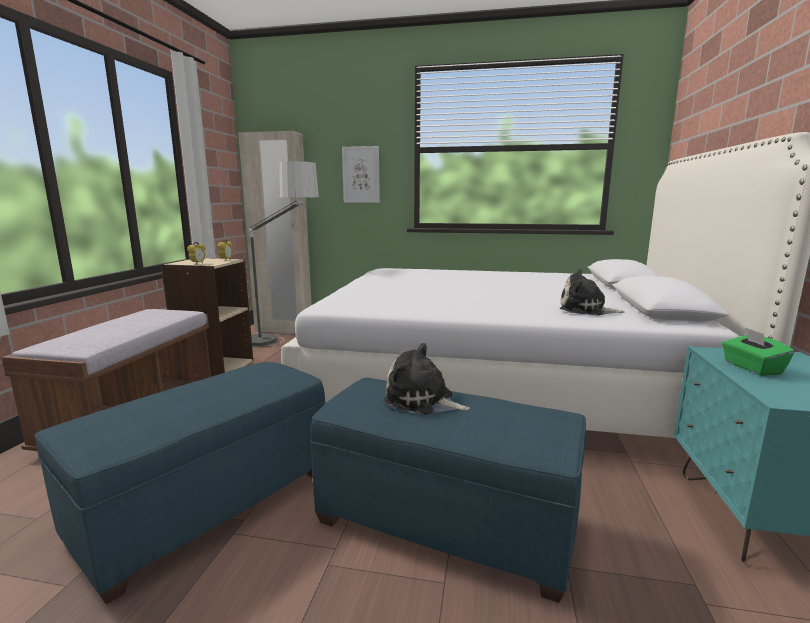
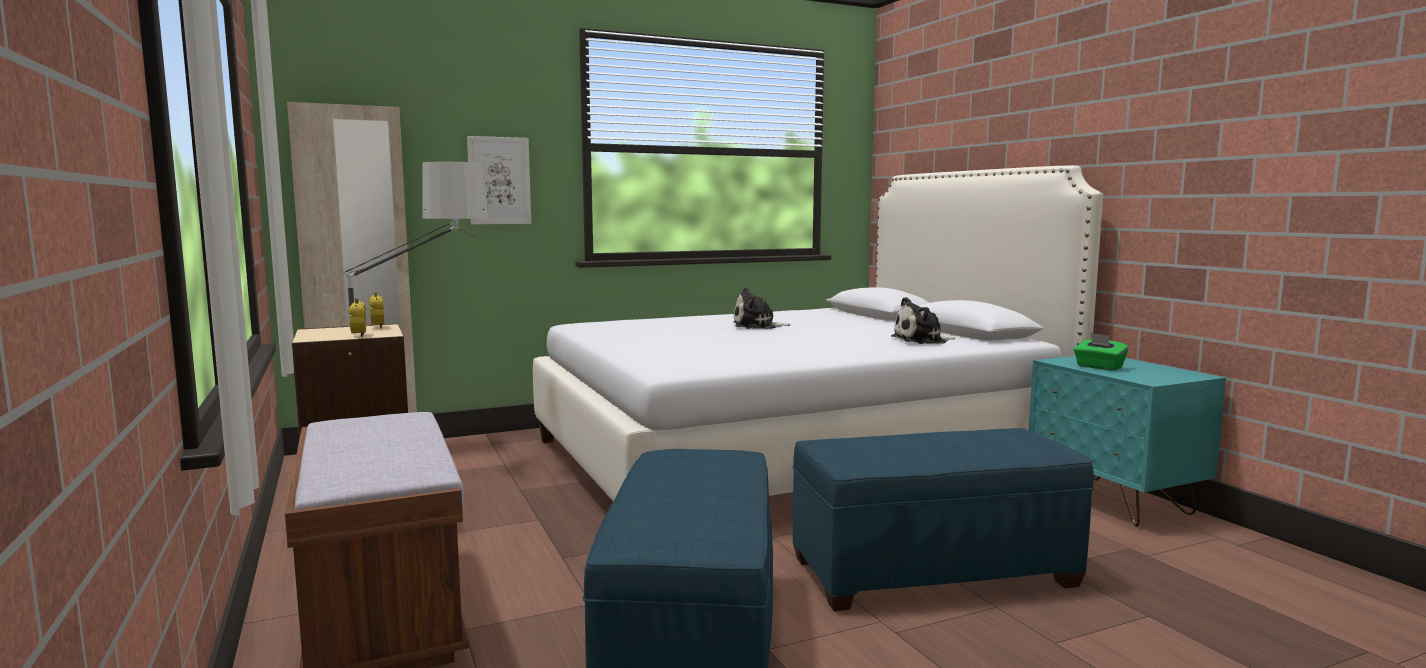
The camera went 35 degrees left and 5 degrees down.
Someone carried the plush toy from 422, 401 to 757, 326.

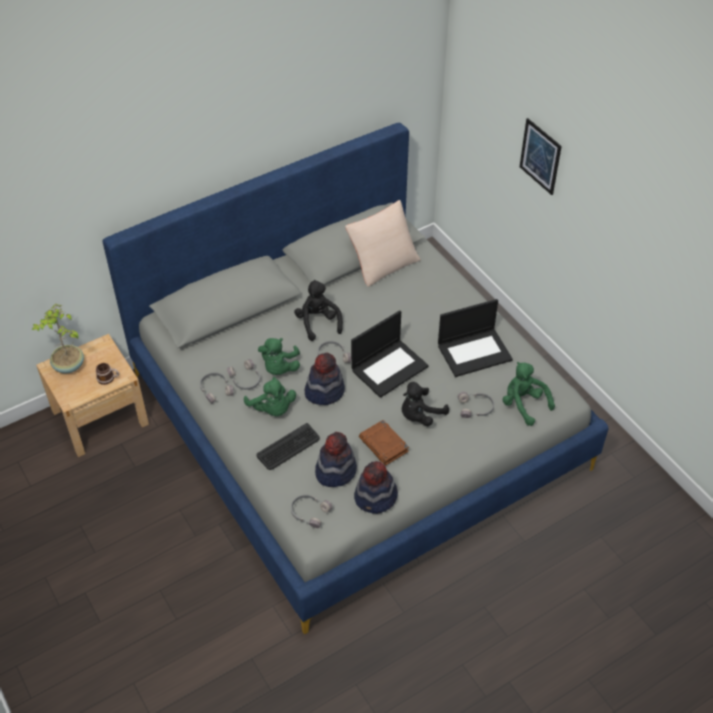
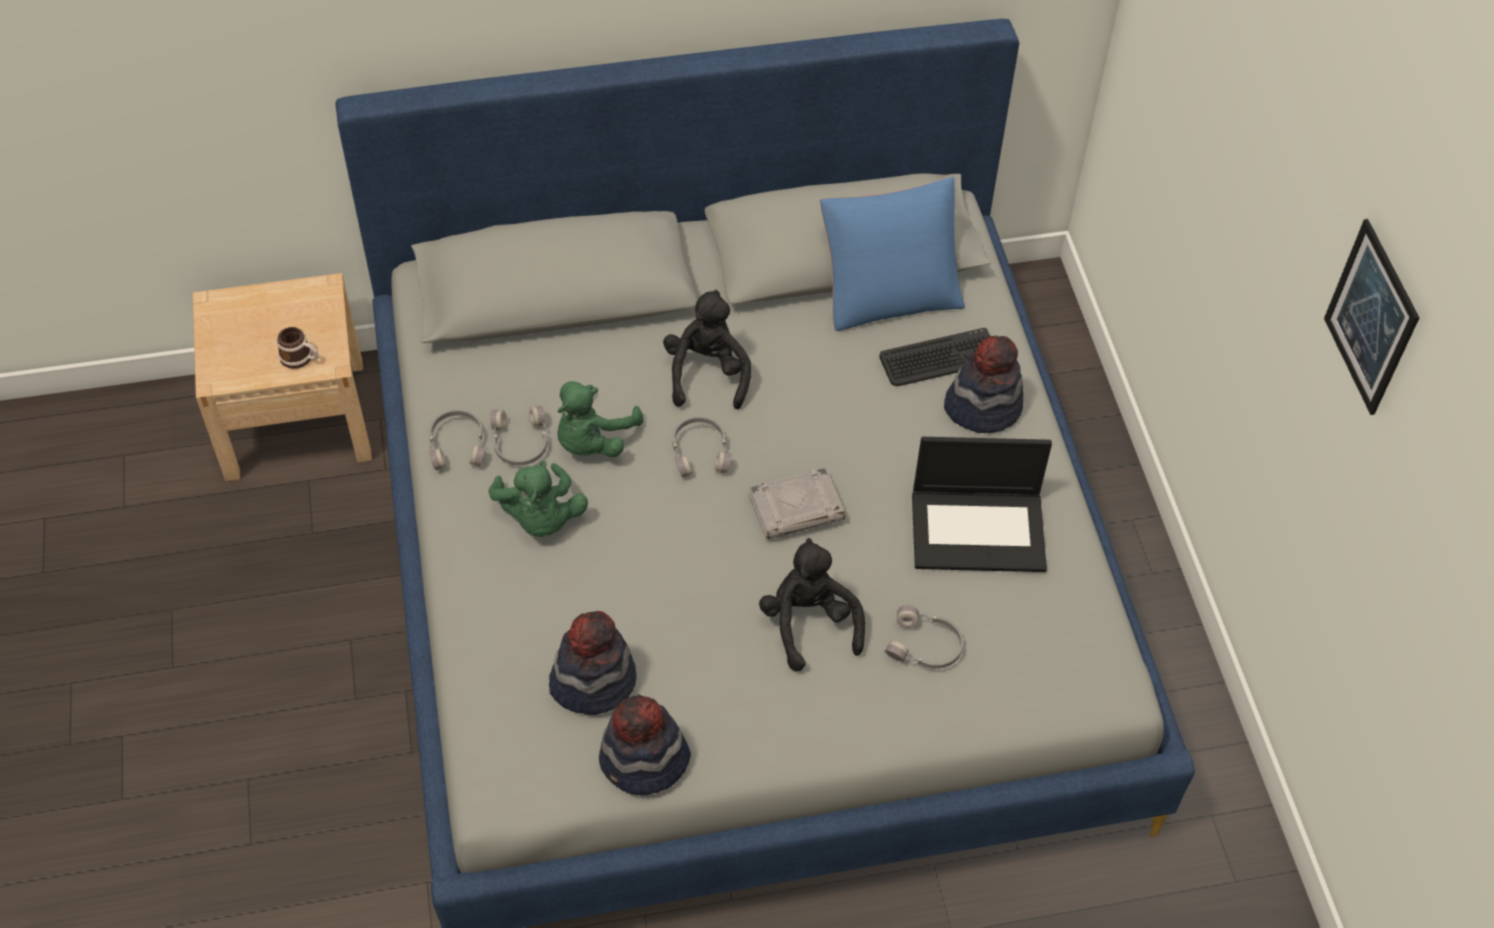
The camera went 20 degrees right and 5 degrees up.
Someone swapped the laptop at 389, 367 for the grey book at 797, 507.
Someone rotated the black plush toy at 420, 415 by 90 degrees clockwise.
Someone repainted the beige pillow at 383, 263, which became the blue pillow at 889, 291.
Someone carried the keyboard from 288, 447 to 939, 359.
Someone carried the hat from 324, 391 to 983, 406.
Someone carried the picture from 540, 156 to 1371, 317.
Someone took away the potted plant at 68, 366.
Someone took away the grey headphones at 309, 512.
Someone took away the brown book at 384, 445.
Someone took away the green plush toy at 523, 404.

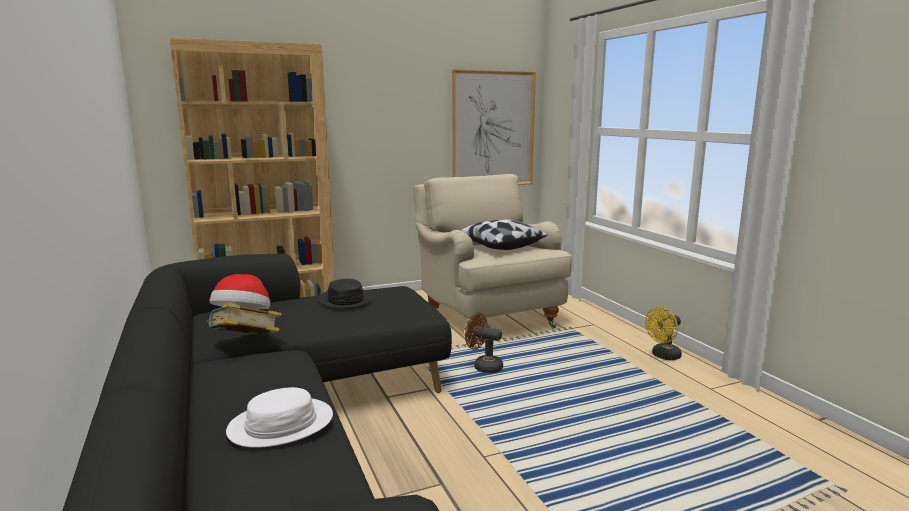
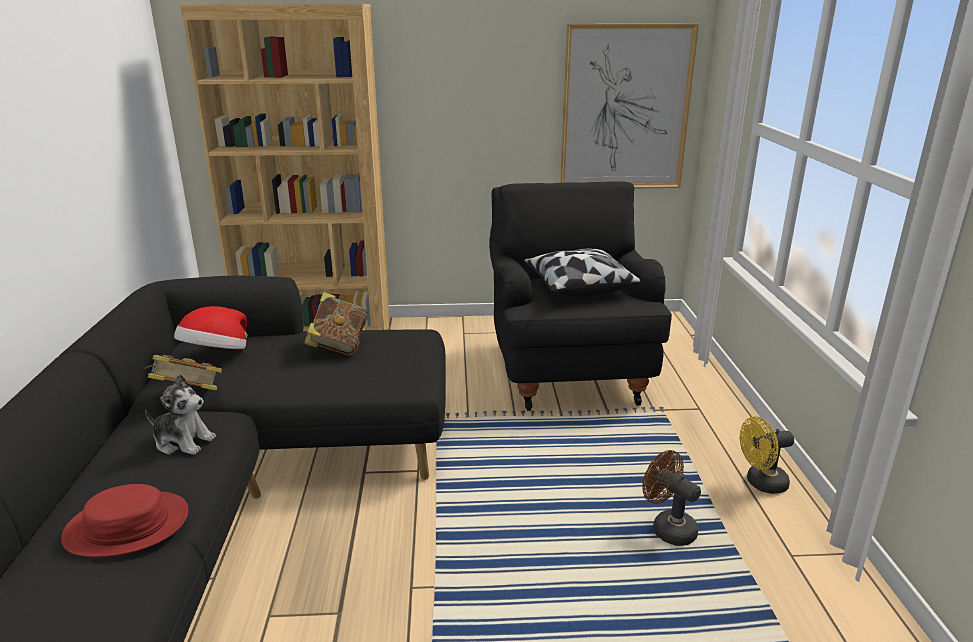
The camera went 20 degrees right and 10 degrees up.
Someone repainted the white hat at 281, 424, which became the red hat at 127, 526.
Someone put down the plush toy at 183, 441.
Someone swapped the black hat at 345, 300 for the book at 338, 346.
Someone repainted the beige armchair at 487, 314, which became the black armchair at 567, 366.
Someone carried the brown fan from 483, 366 to 668, 527.

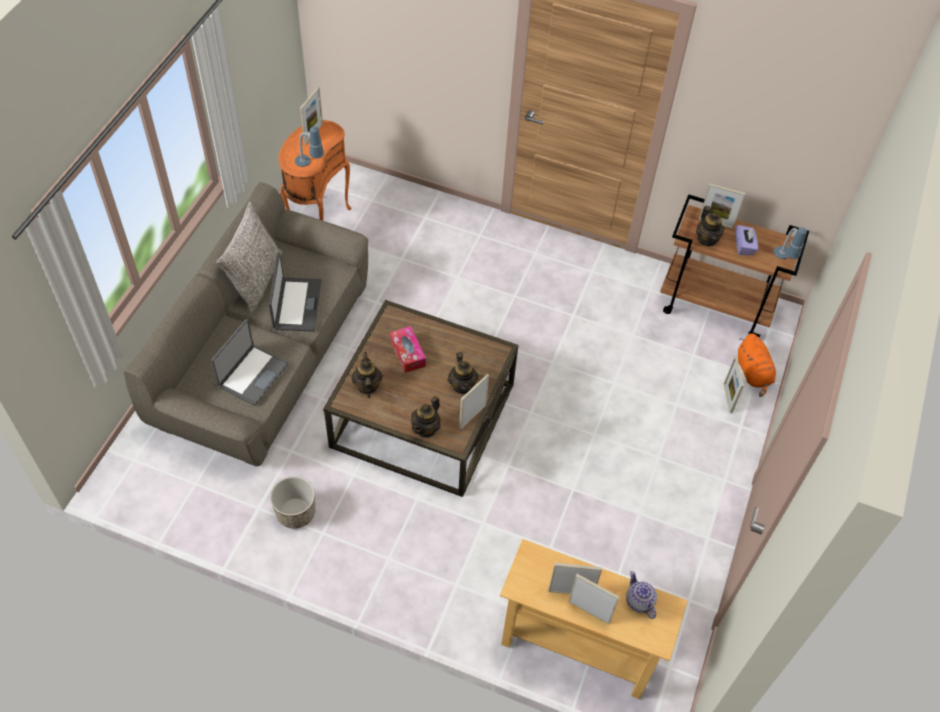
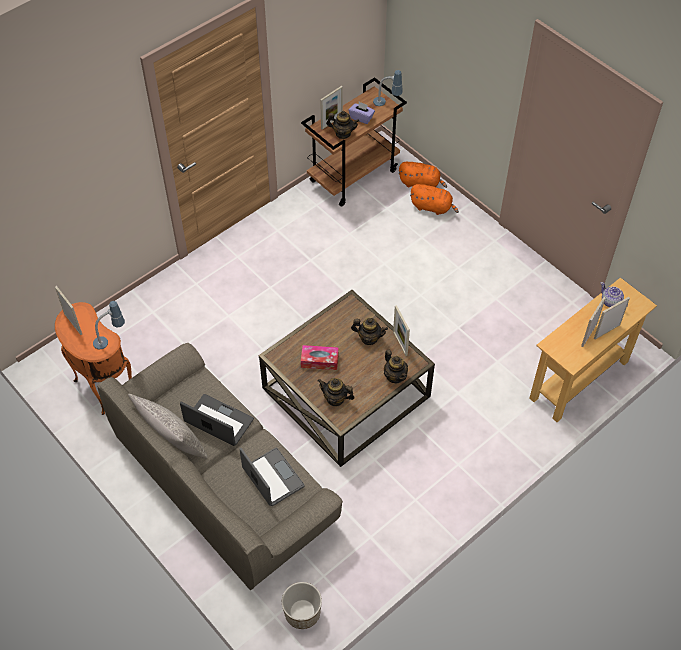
The camera went 60 degrees left and 0 degrees up.
Someone carried the planter from 295, 512 to 302, 613.
Someone swapped the picture frame at 727, 398 for the orange plush toy at 432, 207.
Someone rotated the teapot at 639, 602 by 45 degrees clockwise.

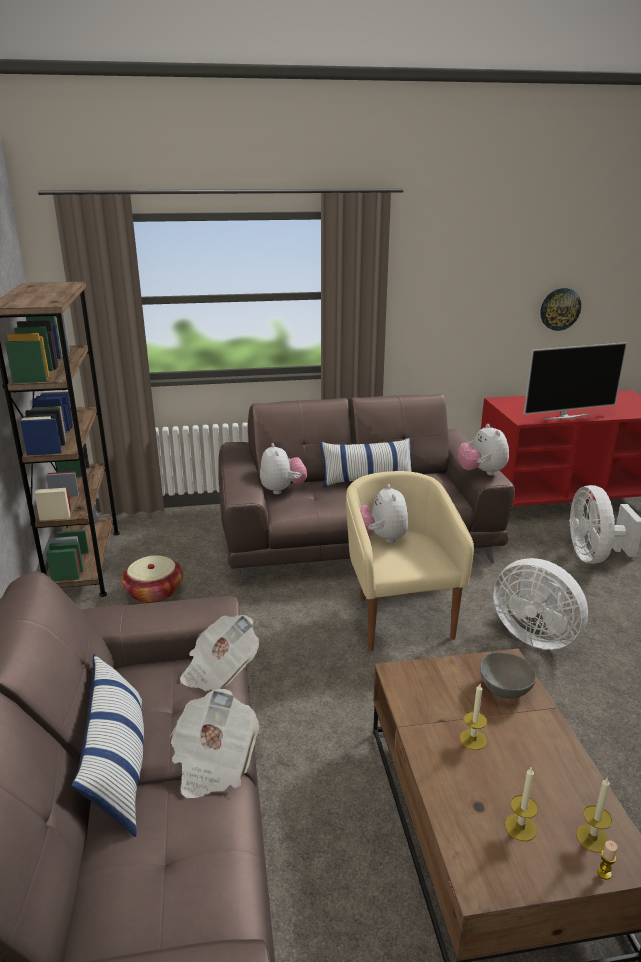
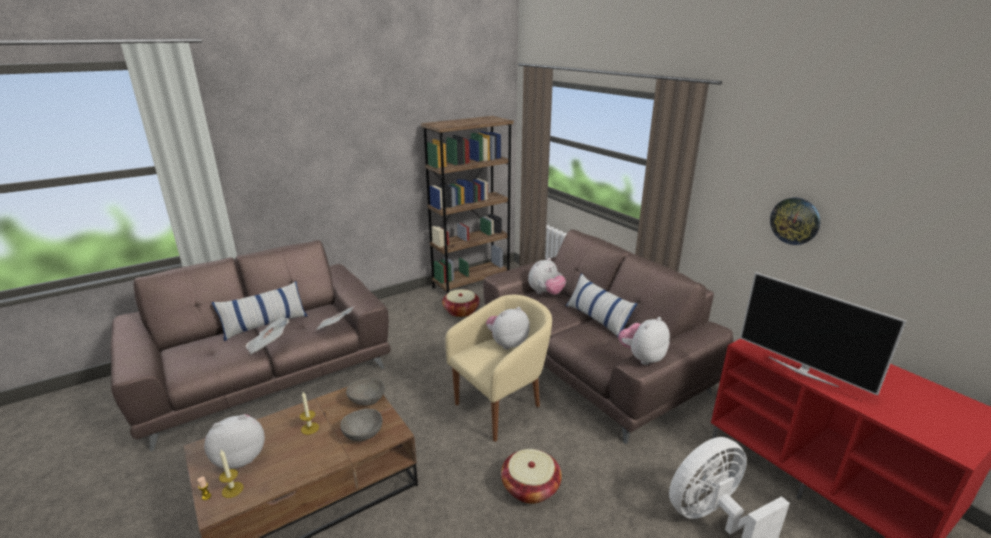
The camera went 65 degrees right and 0 degrees up.
Someone swapped the candle at 520, 827 for the plush toy at 240, 458.
Someone put down the grey bowl at 367, 401.
Someone swapped the white fan at 534, 635 for the basket at 530, 487.
Someone carried the wall clock from 560, 309 to 795, 221.

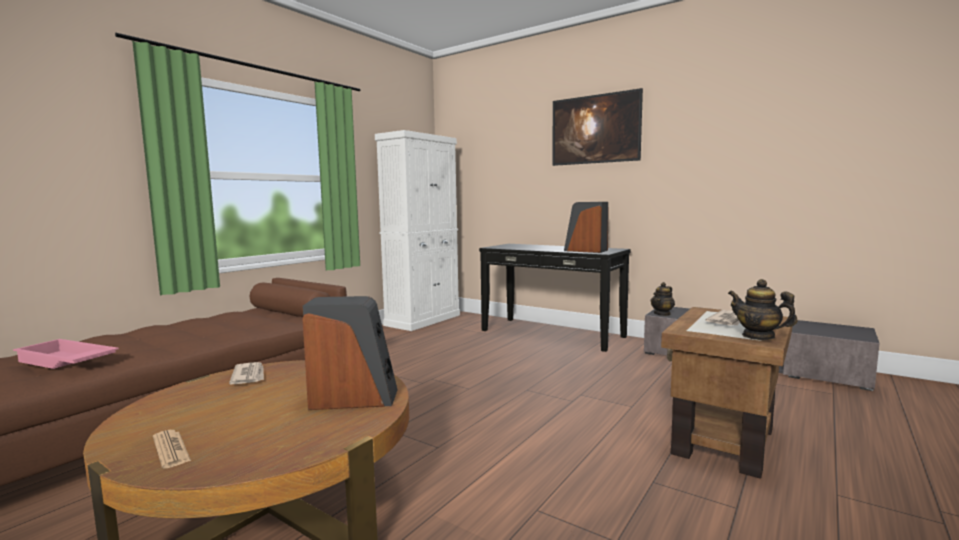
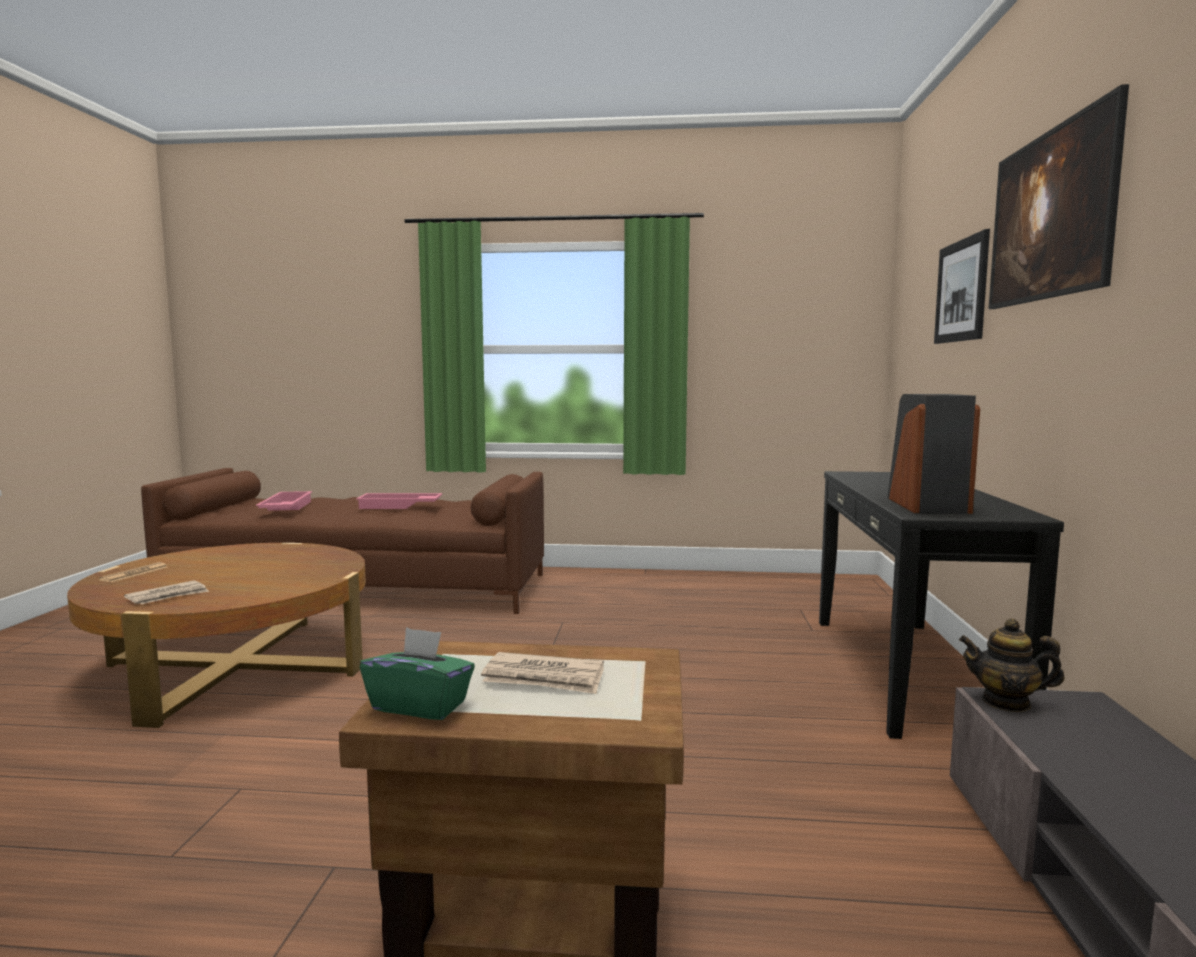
The camera went 60 degrees right and 0 degrees up.
Someone carried the newspaper from 249, 376 to 168, 596.
Someone put down the pink tray at 399, 506.
Someone swapped the teapot at 758, 336 for the green tissue box at 420, 705.
Someone put up the picture at 961, 291.
Someone took away the speaker at 354, 398.
Someone took away the white cabinet at 423, 320.

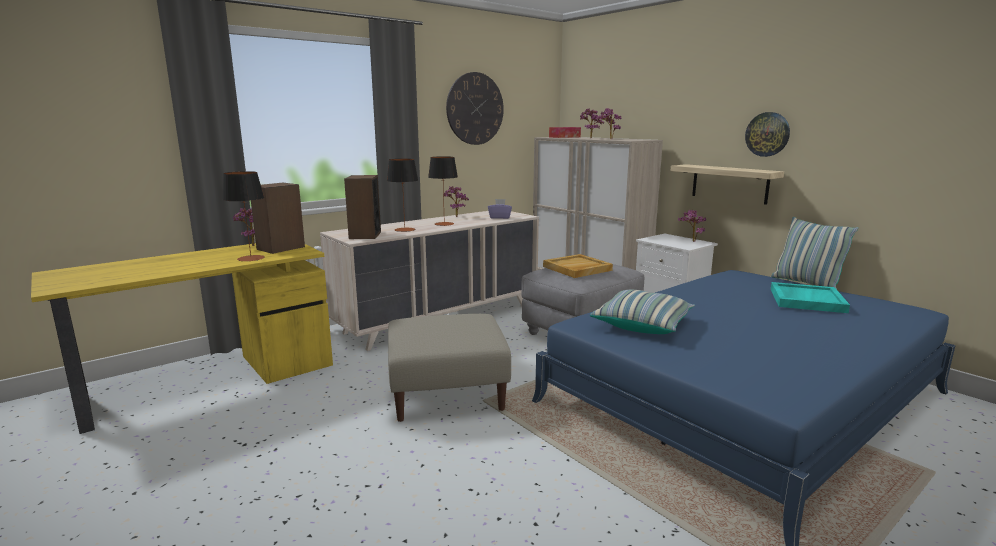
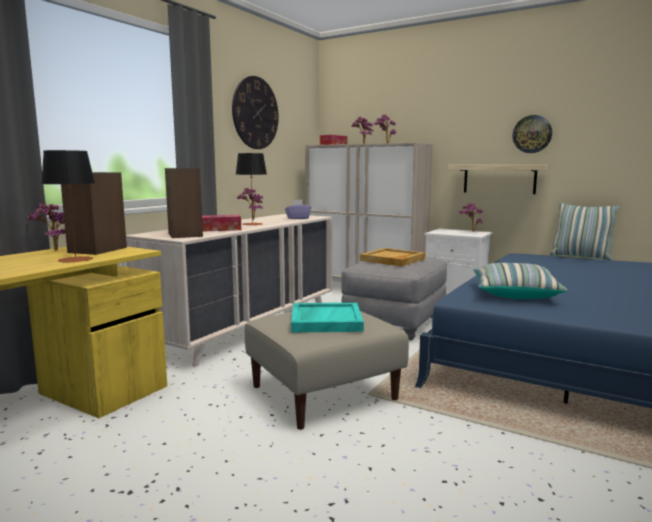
The camera went 20 degrees left and 5 degrees down.
Someone swapped the table lamp at 404, 230 for the tissue box at 220, 229.
Someone carried the turquoise tray from 806, 300 to 325, 320.

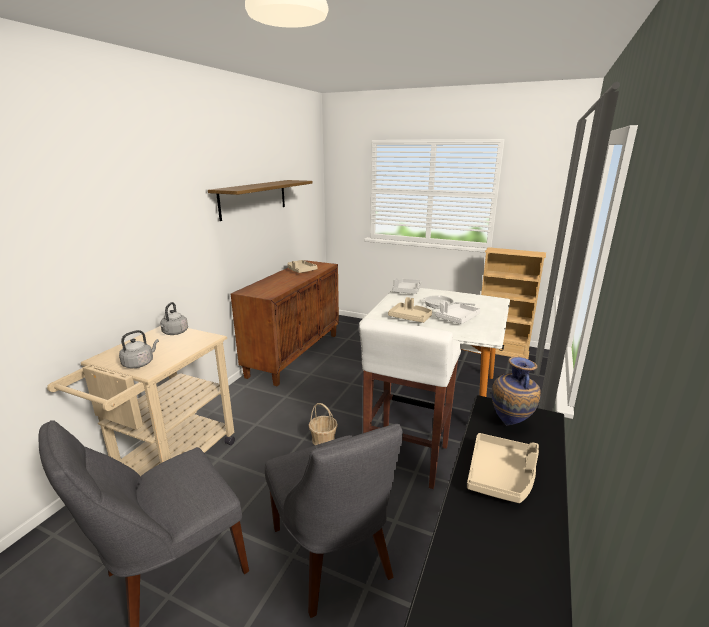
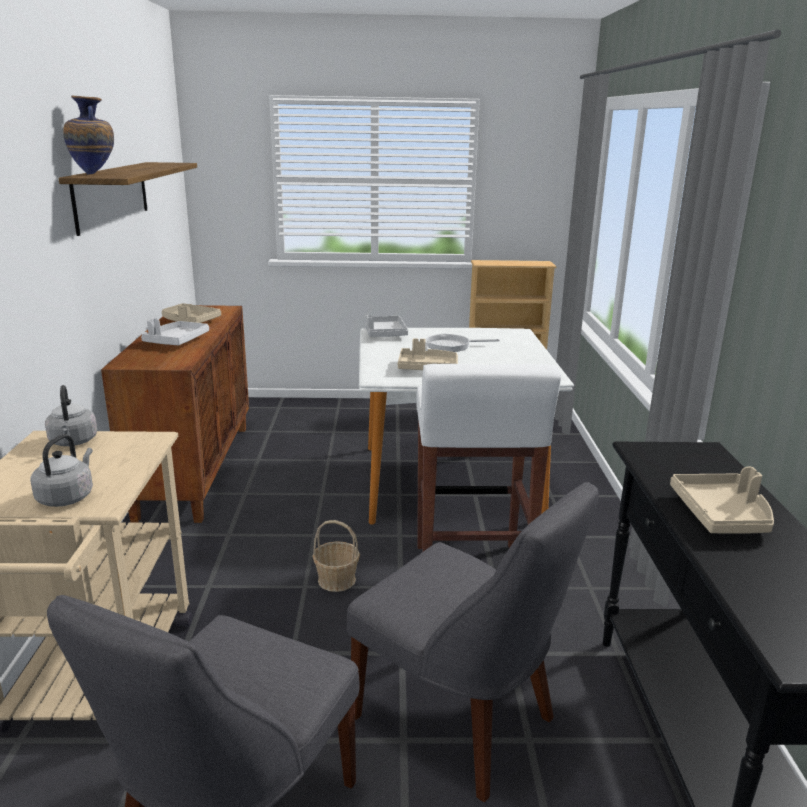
The camera went 25 degrees left and 0 degrees up.
Someone carried the vase from 511, 424 to 94, 174.
Someone carried the white tray from 457, 318 to 176, 341.

